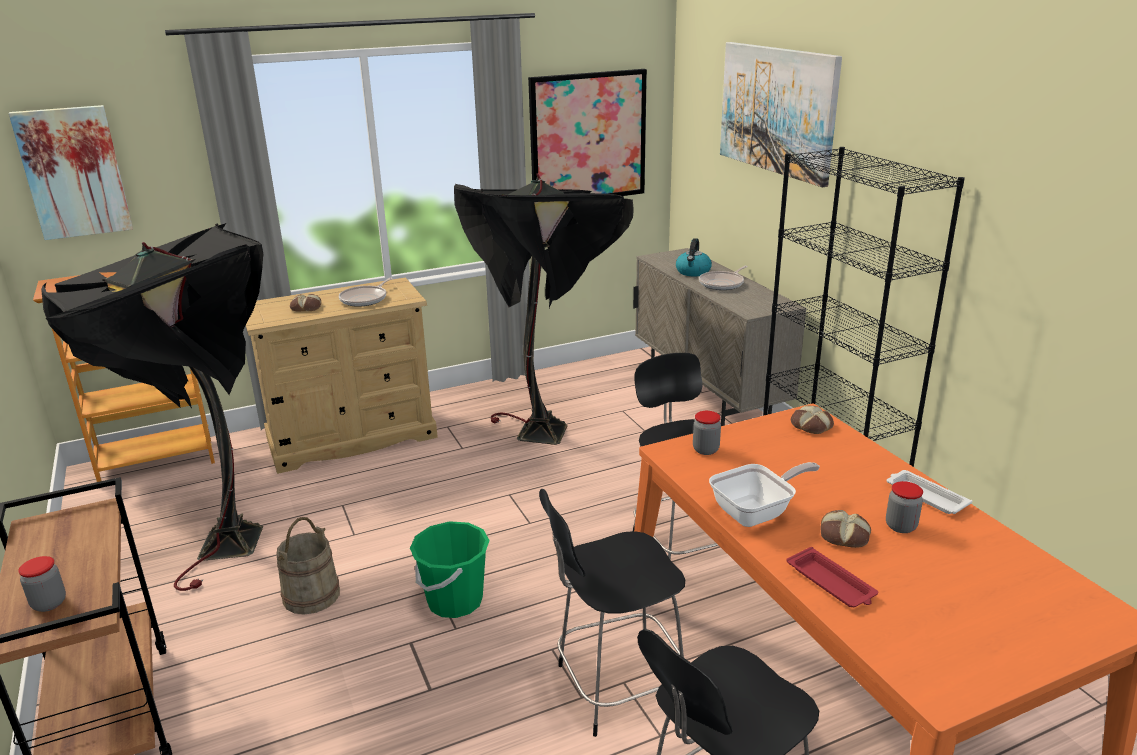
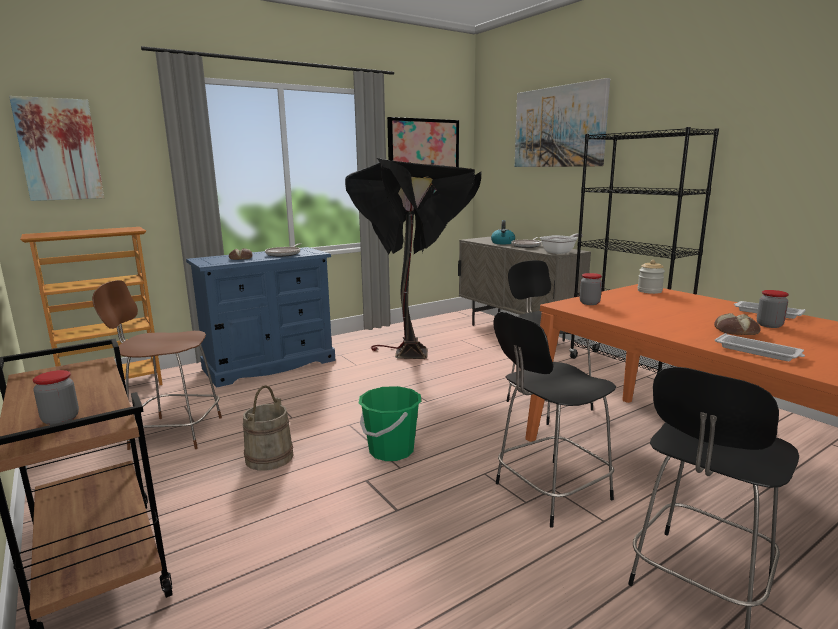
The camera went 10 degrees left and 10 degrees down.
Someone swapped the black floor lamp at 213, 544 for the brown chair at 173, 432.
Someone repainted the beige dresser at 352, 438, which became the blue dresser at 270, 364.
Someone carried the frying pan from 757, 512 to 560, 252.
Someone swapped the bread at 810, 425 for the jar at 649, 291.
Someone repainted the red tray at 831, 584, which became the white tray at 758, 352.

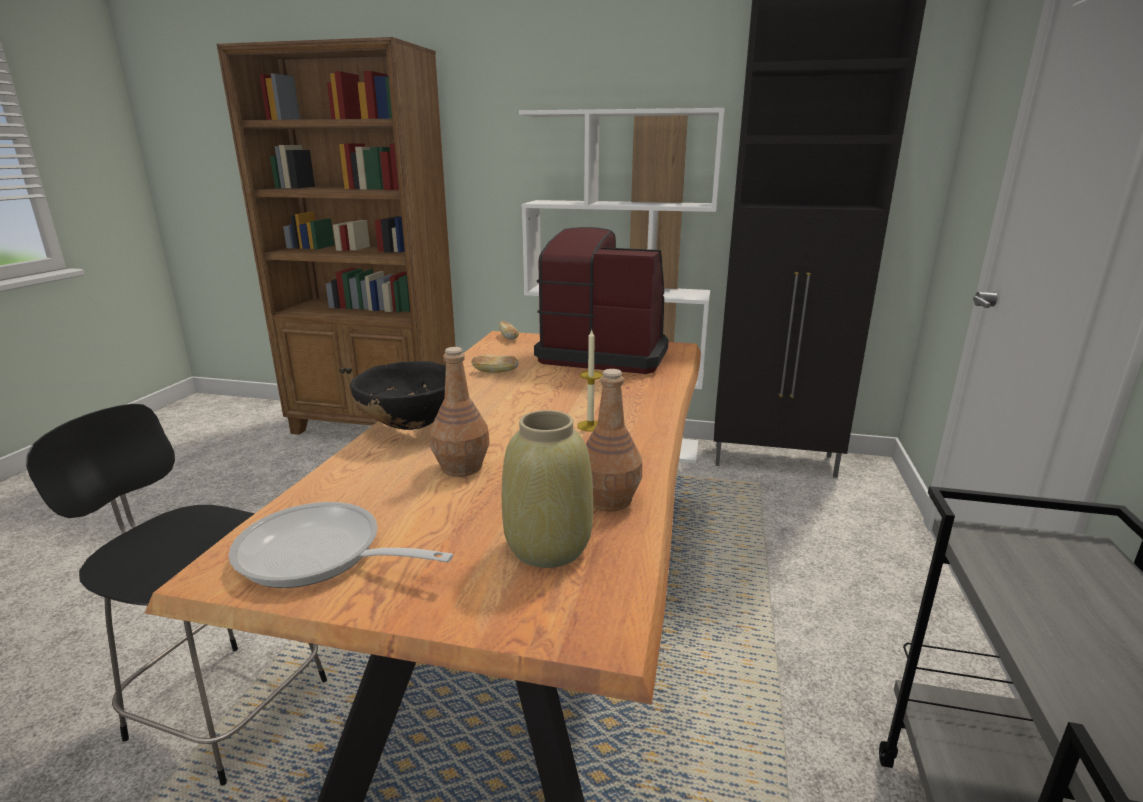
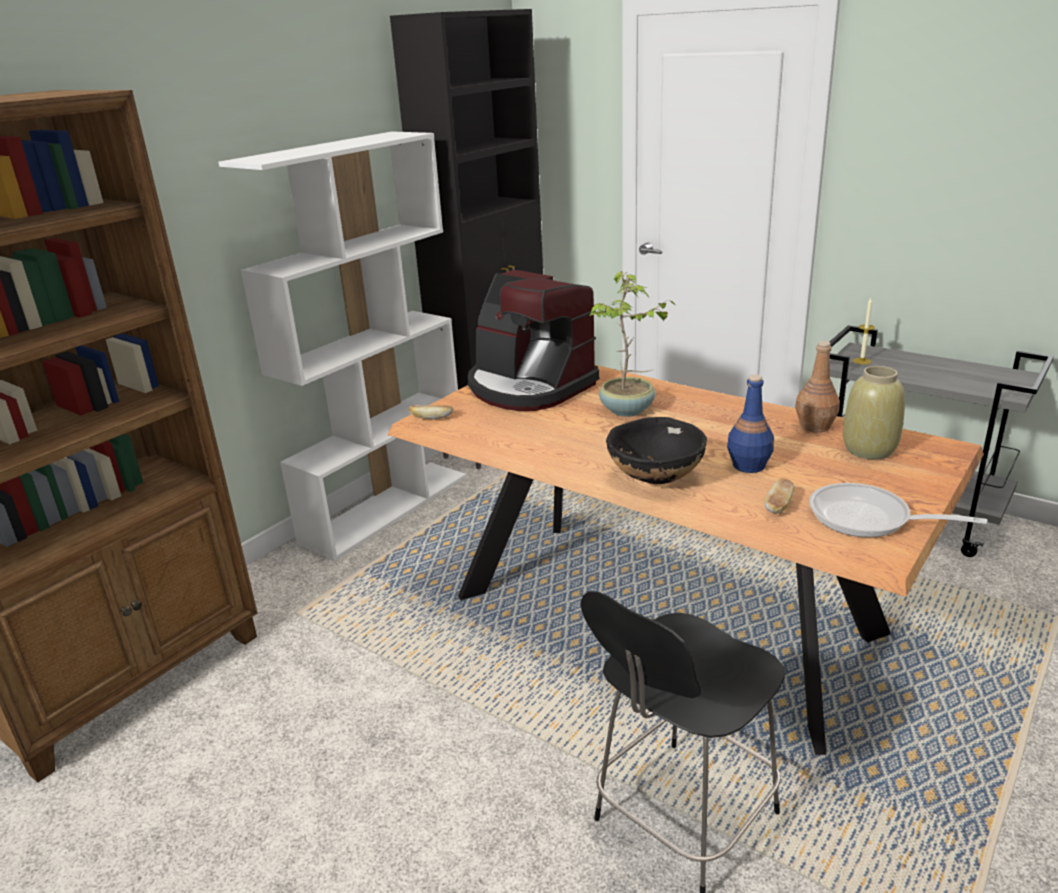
The camera went 65 degrees left and 5 degrees up.
Someone rotated the coffee machine at 603, 354 by 90 degrees counterclockwise.
Someone put down the potted plant at 628, 410.
Someone repainted the brown bottle at 462, 467, which became the blue bottle at 749, 465.
Someone carried the bread from 495, 372 to 779, 506.
Someone rotated the frying pan at 320, 556 by 75 degrees clockwise.
Someone carried the candle from 590, 426 to 862, 361.

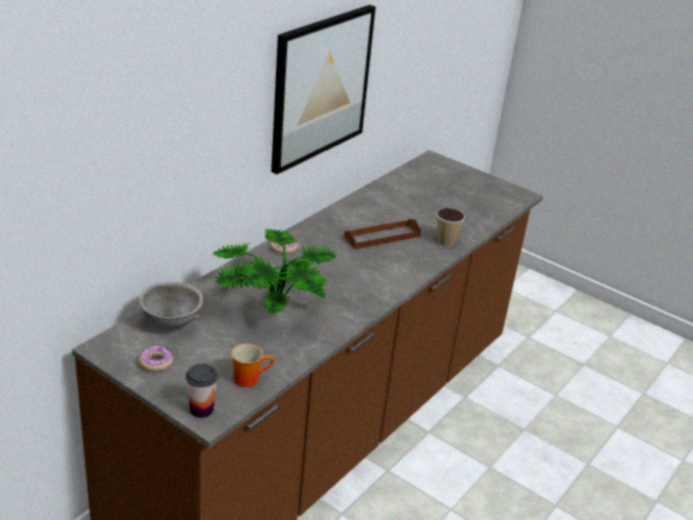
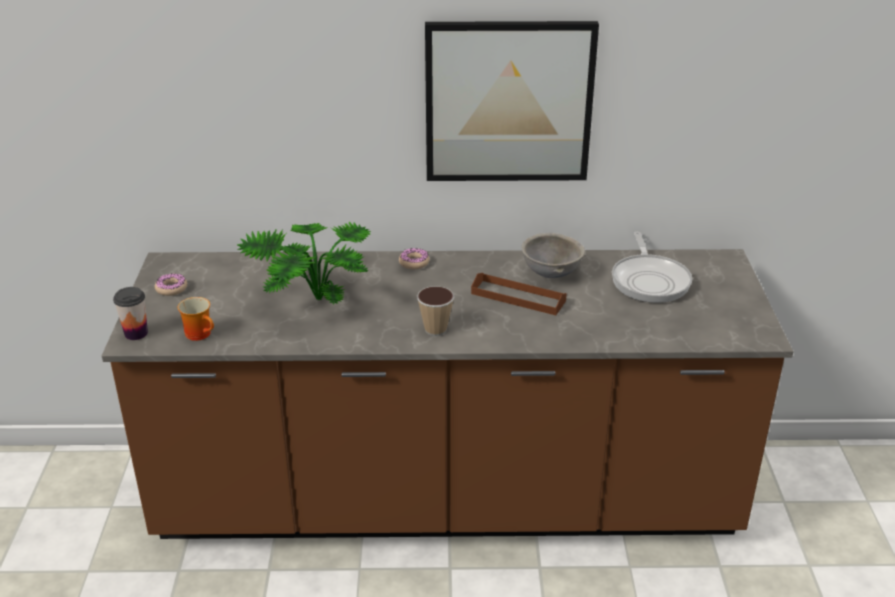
The camera went 55 degrees right and 0 degrees up.
Someone carried the cup from 445, 241 to 435, 329.
Someone carried the grey bowl from 171, 322 to 552, 274.
Someone put down the frying pan at 650, 280.

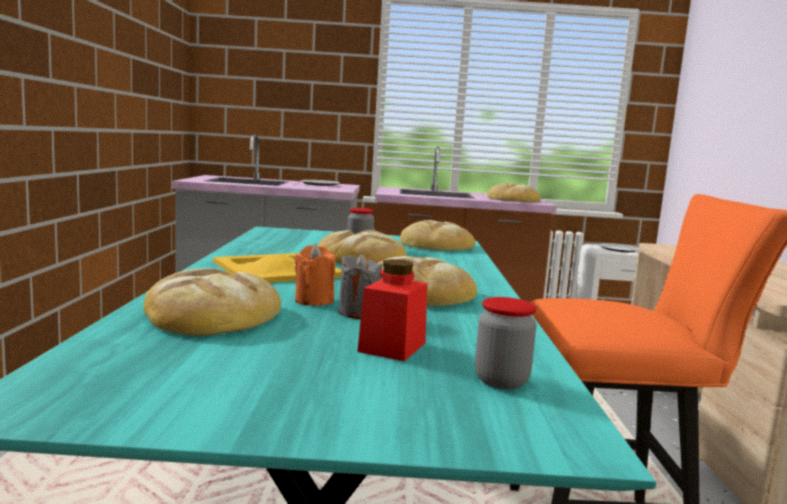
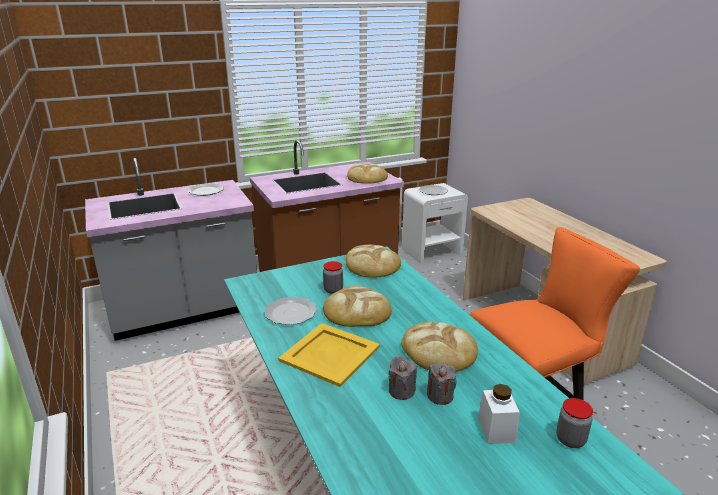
The camera went 25 degrees left and 15 degrees up.
Someone put down the plate at 291, 312.
Someone repainted the orange candle at 314, 300, which became the grey candle at 401, 391.
Someone repainted the red jar at 392, 347, which became the white jar at 496, 429.
Someone took away the bread at 212, 314.

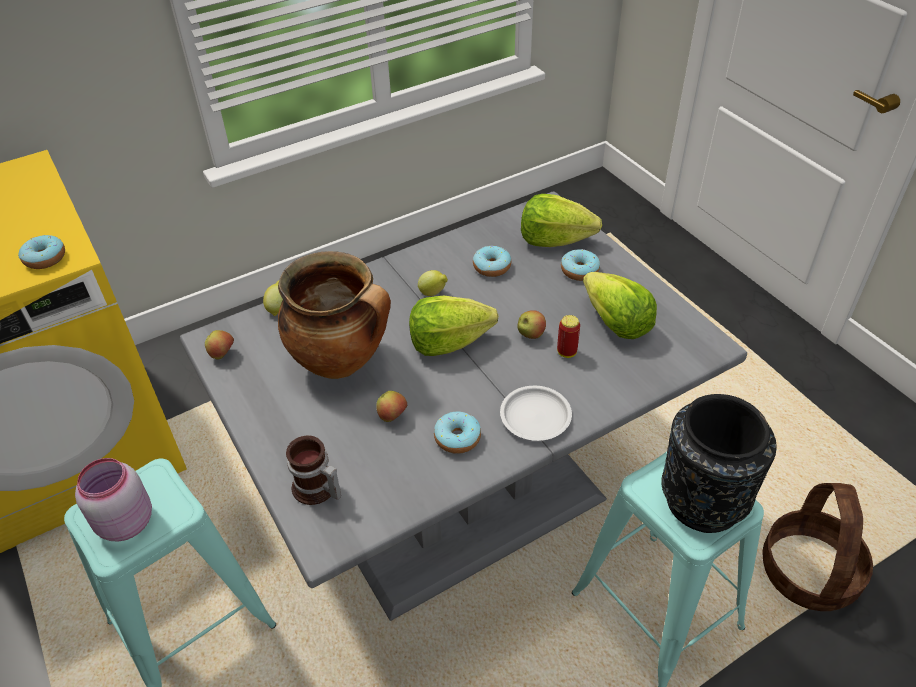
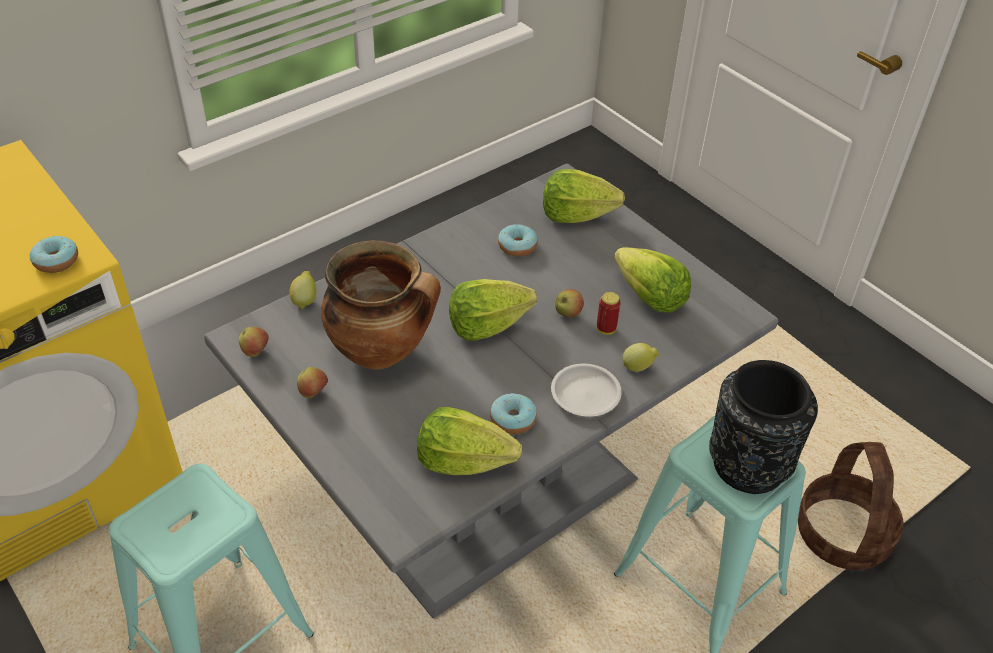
The camera went 10 degrees left and 0 degrees up.
Someone carried the apple from 392, 416 to 313, 393.
Someone put down the lettuce at 463, 461.
Someone carried the lemon from 433, 293 to 638, 367.
Someone took away the pink jar at 124, 522.
Someone took away the mug at 316, 490.
Someone took away the donut at 579, 271.

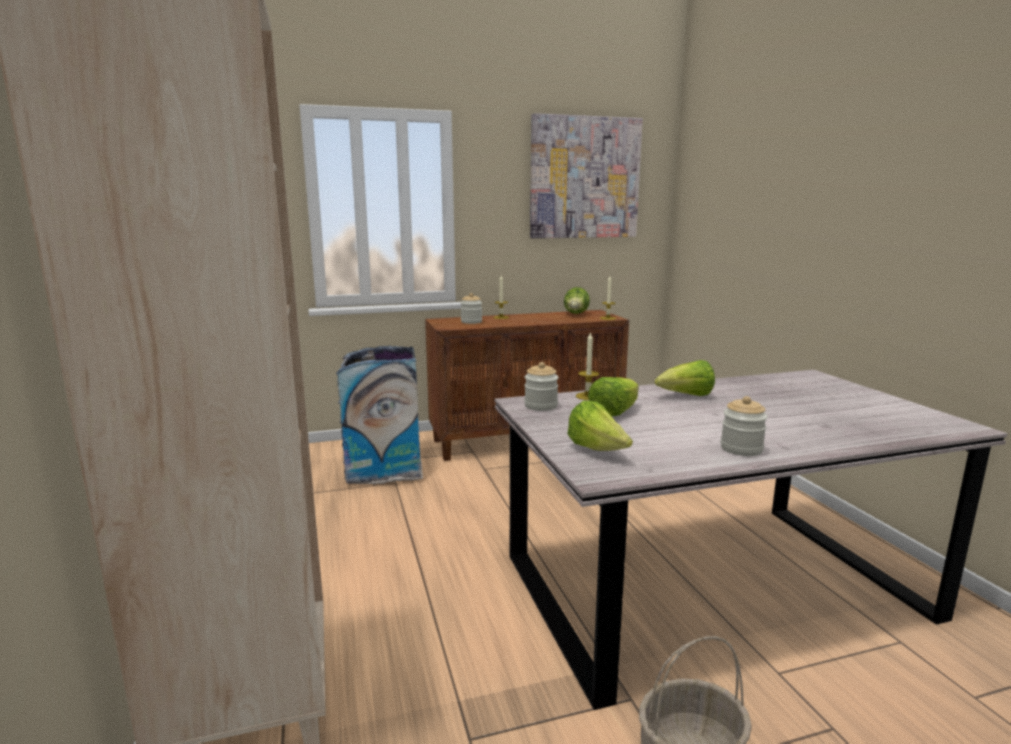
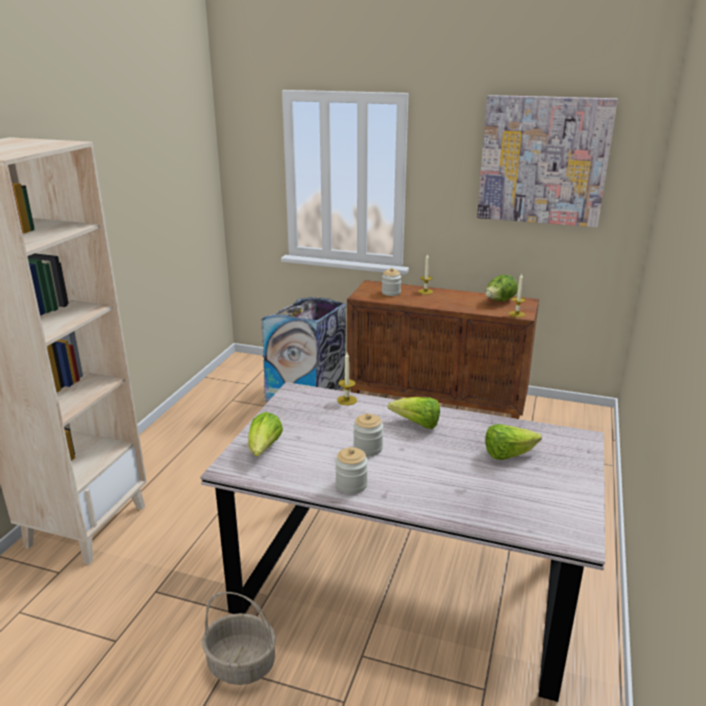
The camera went 35 degrees right and 10 degrees up.
Someone carried the jar from 541, 406 to 368, 448.
Someone carried the lettuce from 614, 412 to 508, 454.

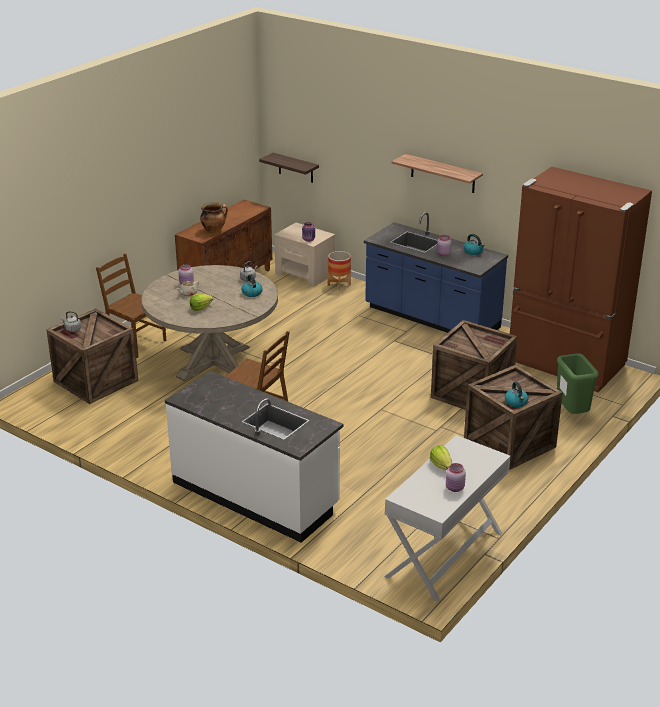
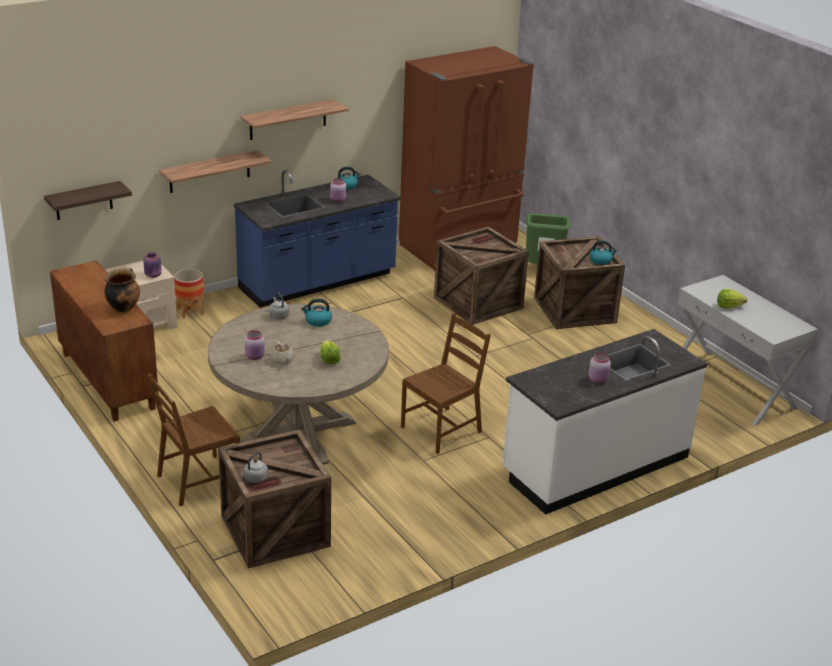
The camera went 70 degrees left and 0 degrees up.
Someone put up the shelf at 209, 172.
Someone carried the pink jar from 455, 488 to 598, 380.

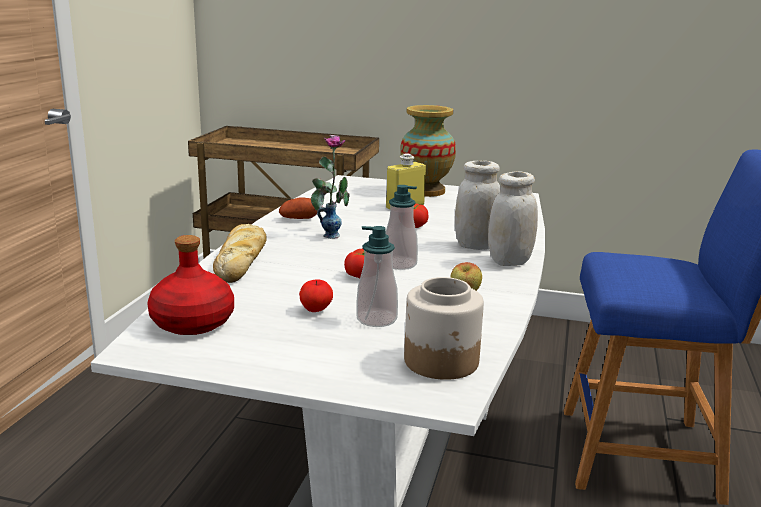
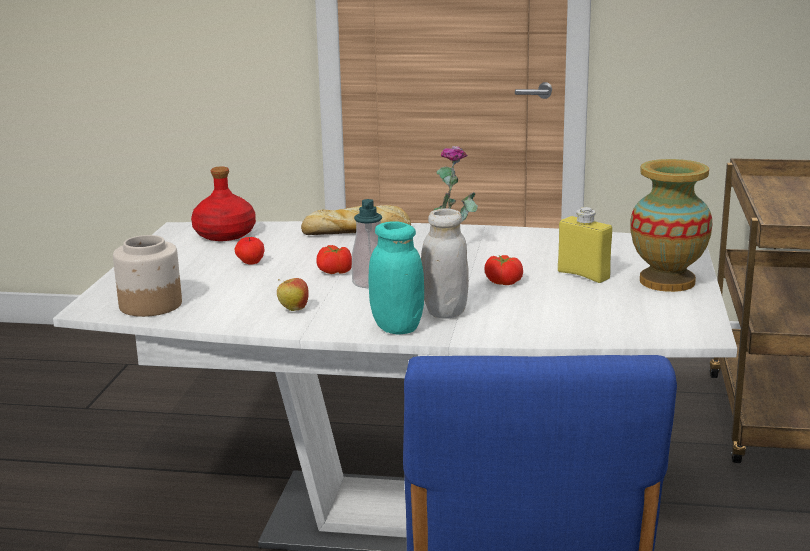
The camera went 85 degrees right and 0 degrees up.
Someone repainted the white jar at 510, 261, which became the turquoise jar at 397, 328.
Someone took away the potato at 299, 219.
Someone took away the soap dispenser at 376, 319.

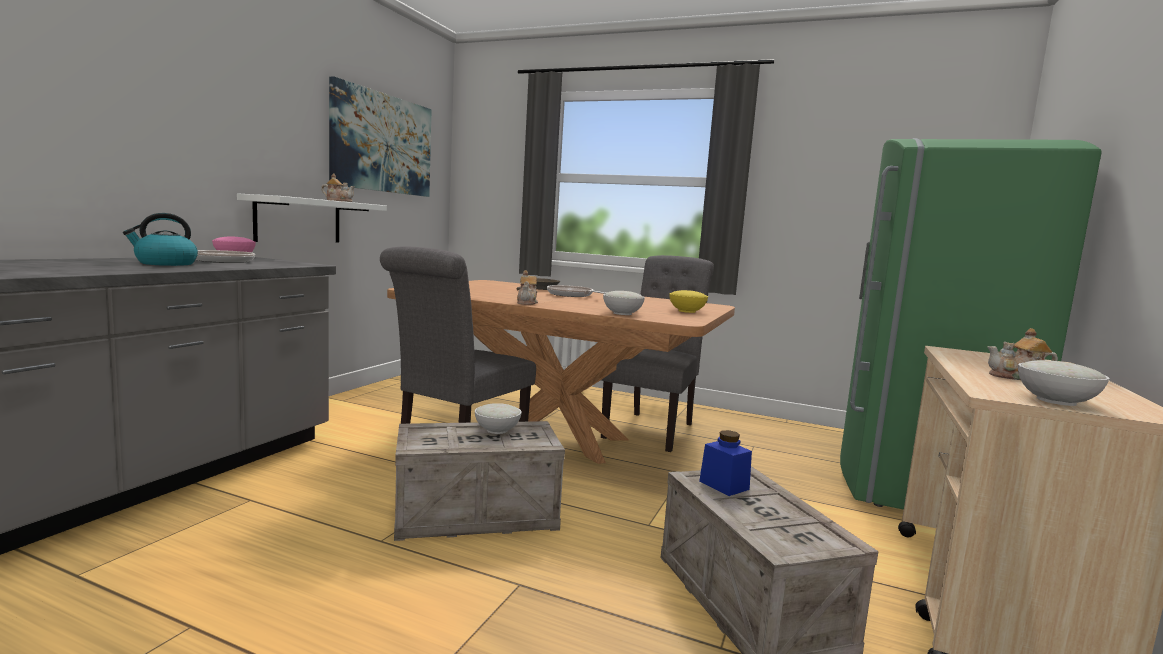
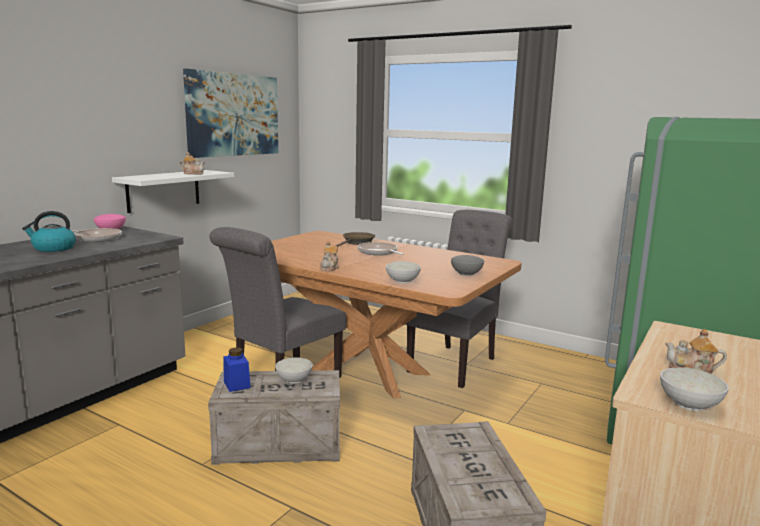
The camera went 10 degrees right and 5 degrees up.
Someone carried the blue jar from 724, 485 to 236, 384.
Someone repainted the yellow bowl at 687, 311, which became the grey bowl at 466, 273.

